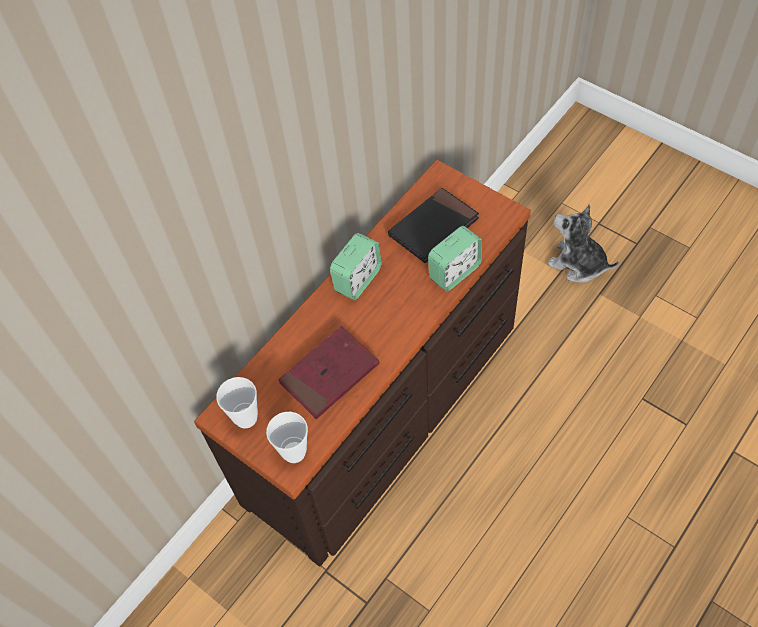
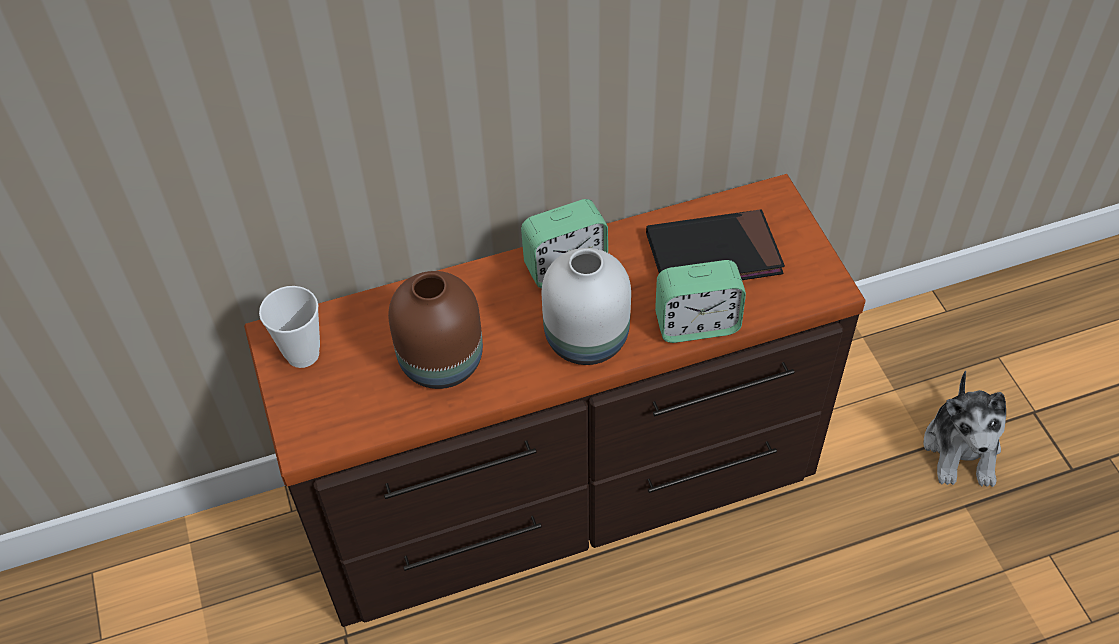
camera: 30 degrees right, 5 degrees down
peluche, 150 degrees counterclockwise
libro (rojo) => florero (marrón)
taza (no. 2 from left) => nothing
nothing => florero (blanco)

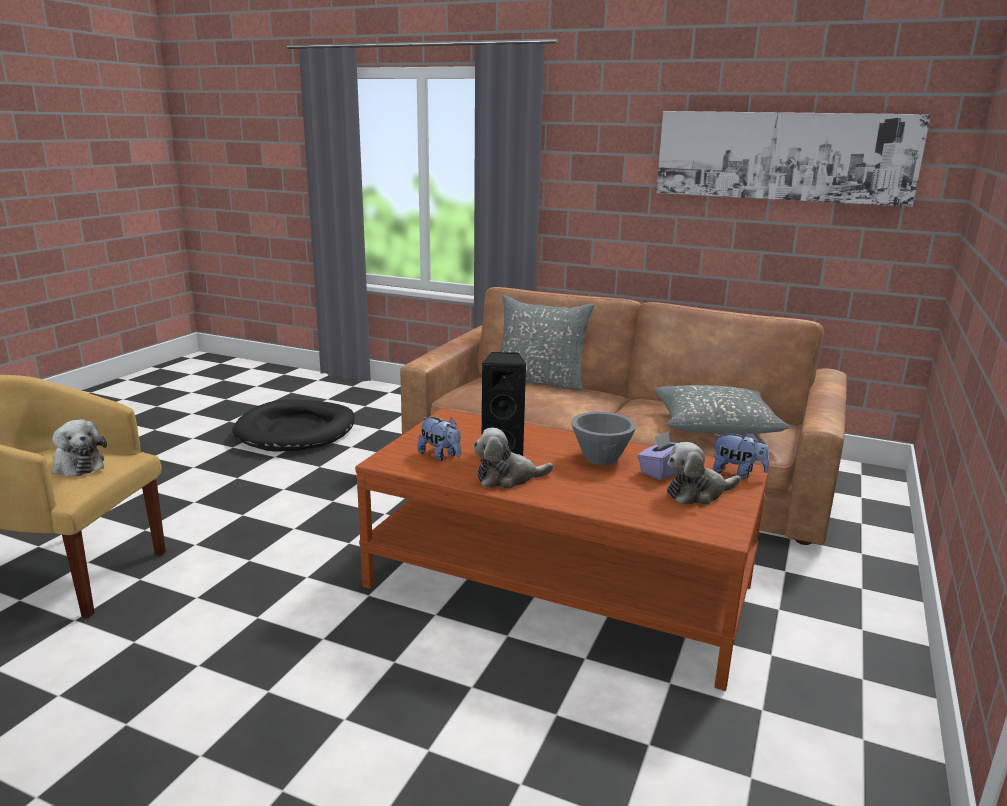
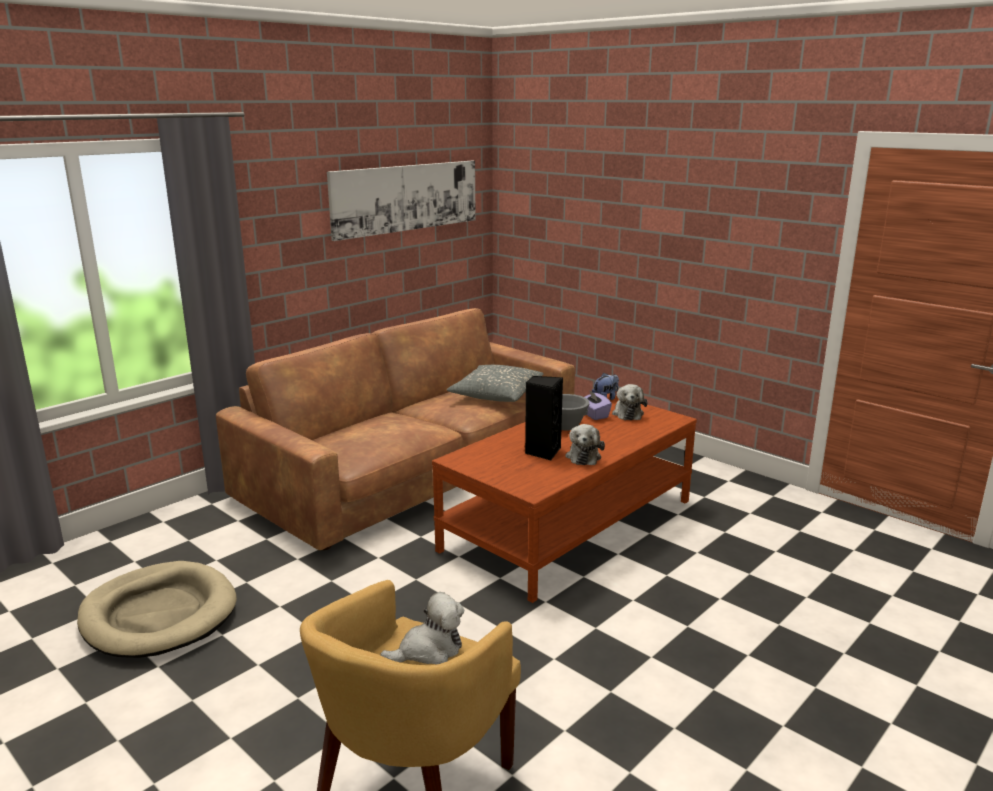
camera: 70 degrees left, 0 degrees up
cojín (gris) (no. 1 from left) => nothing
cama para perro (negro) => cama para perro (beis)
peluche (no. 2 from left) => nothing

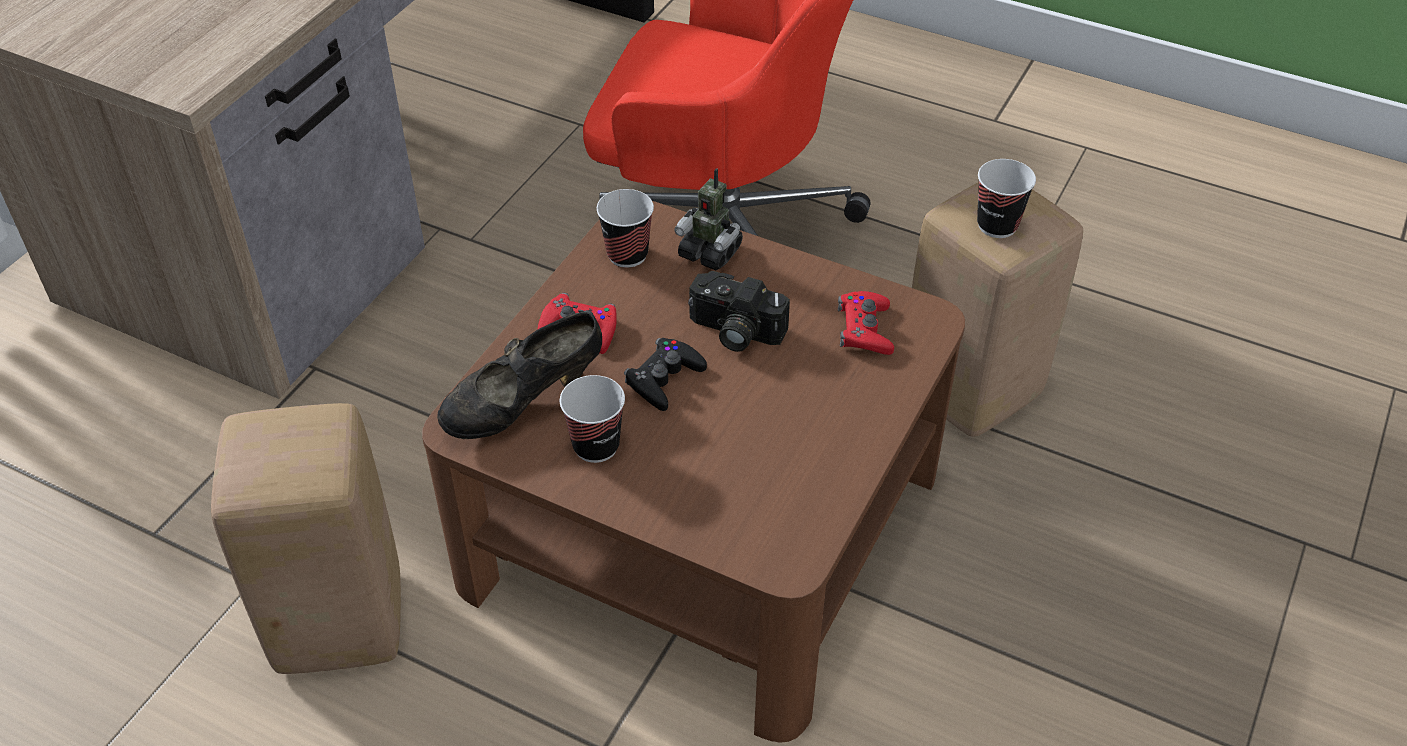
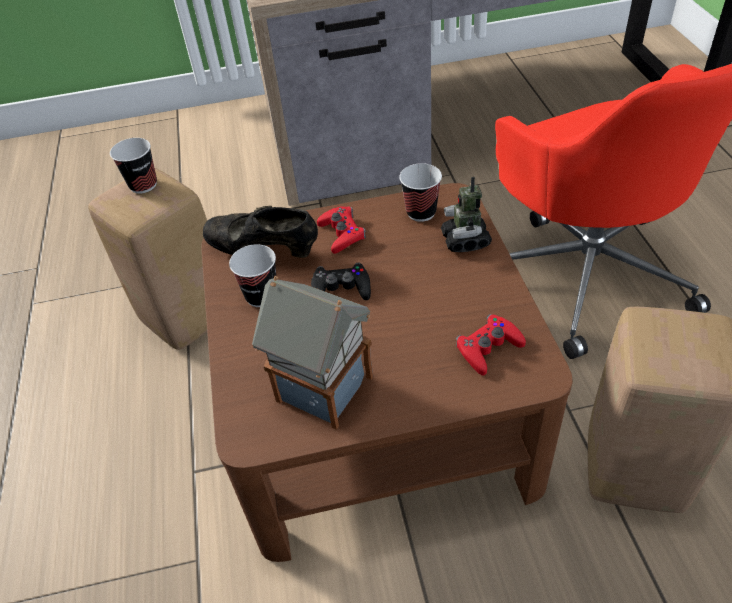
camera: 55 degrees right, 0 degrees up
taza (no. 3 from left in the first image) => taza (no. 1 from left), relocated
cámara => nothing
nothing => casita

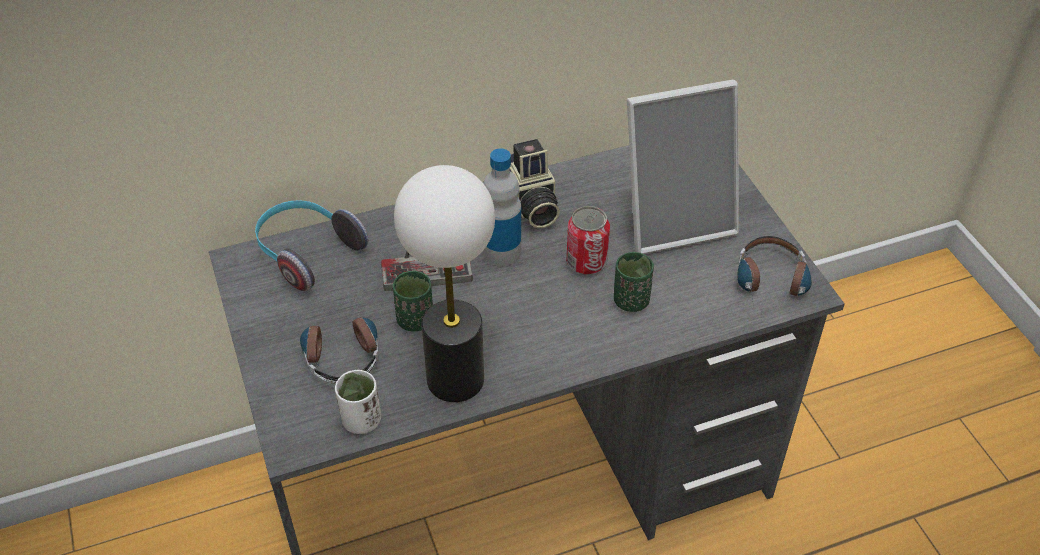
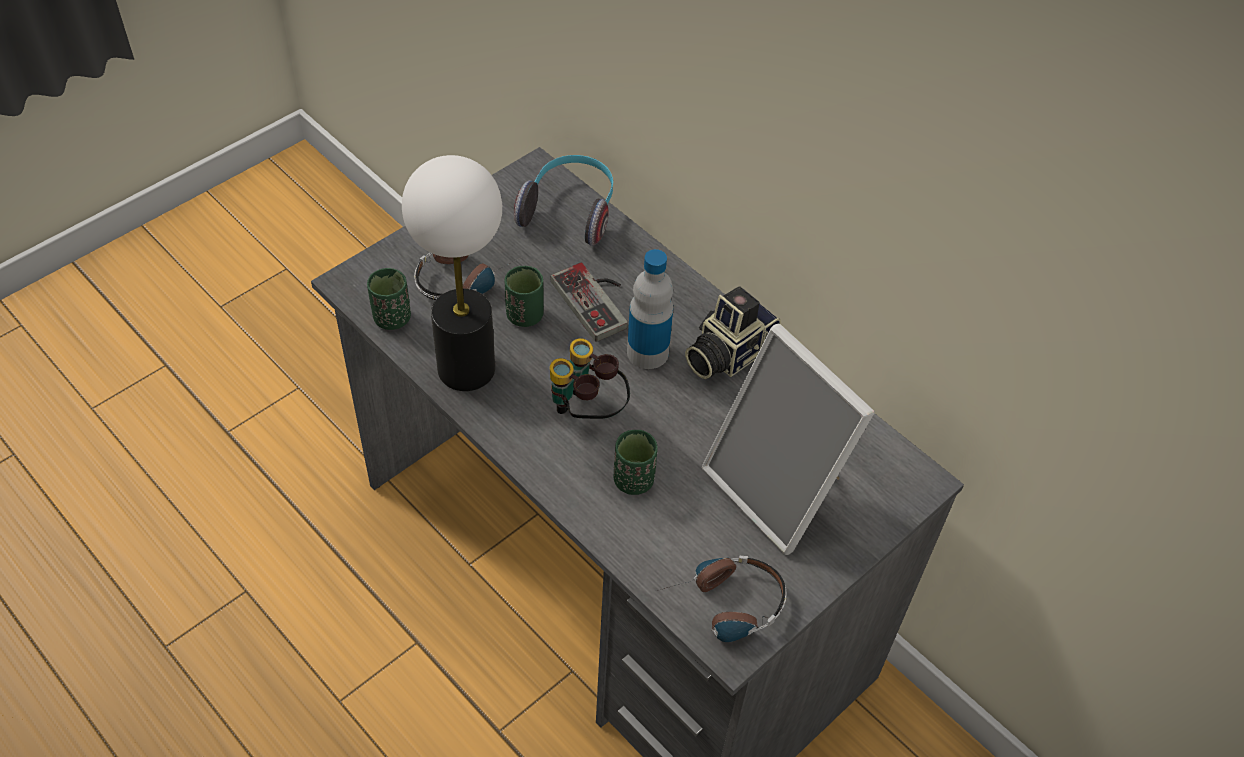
camera: 65 degrees right, 5 degrees up
lata => nothing
taza (blanco) => taza (verde) (no. 1 from left)
nothing => prismáticos

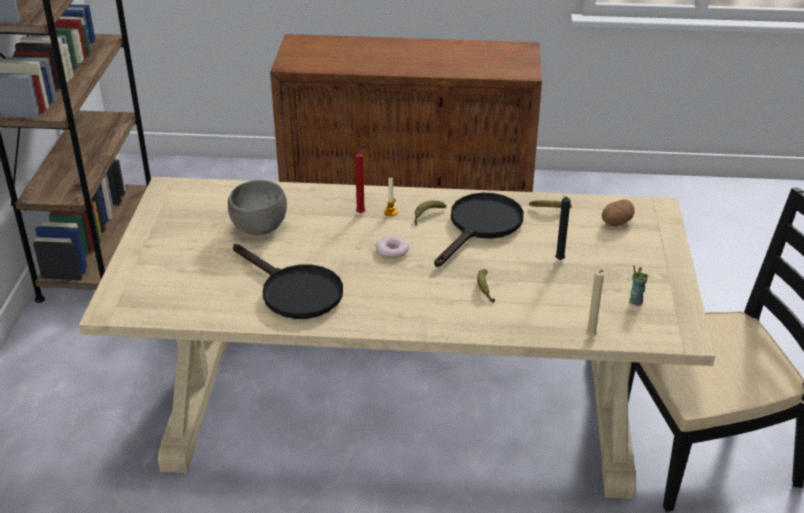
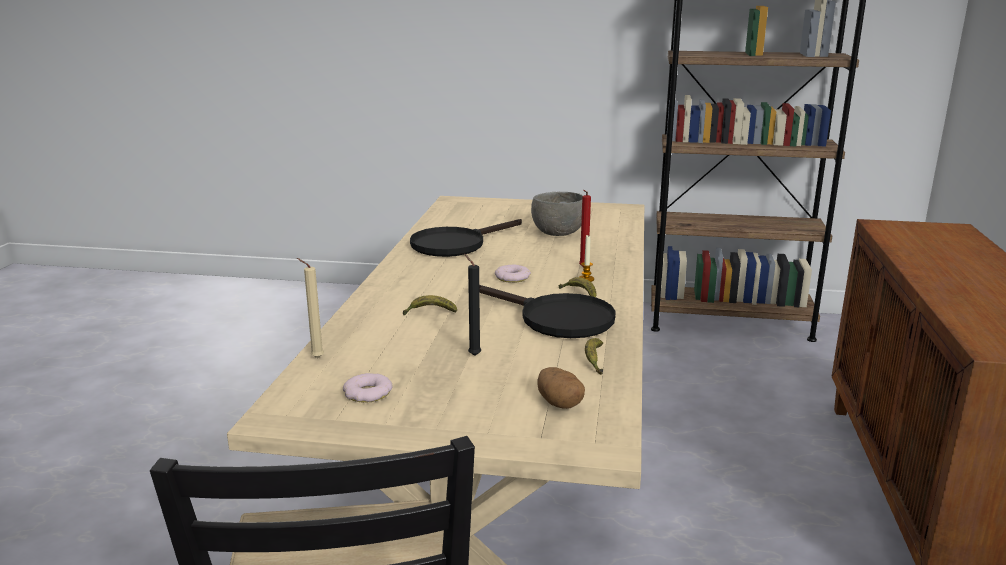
camera: 95 degrees right, 15 degrees down
taza => rosquilla (no. 1 from left)

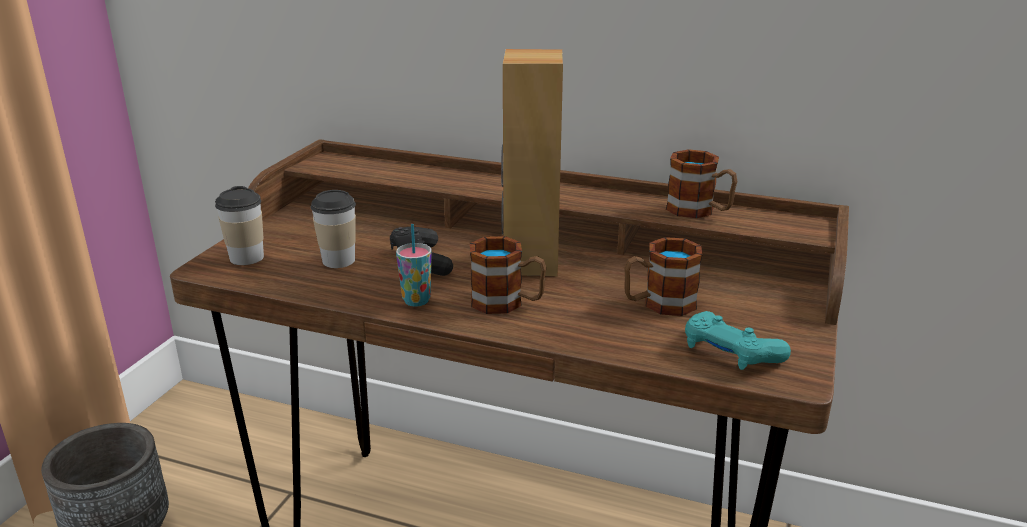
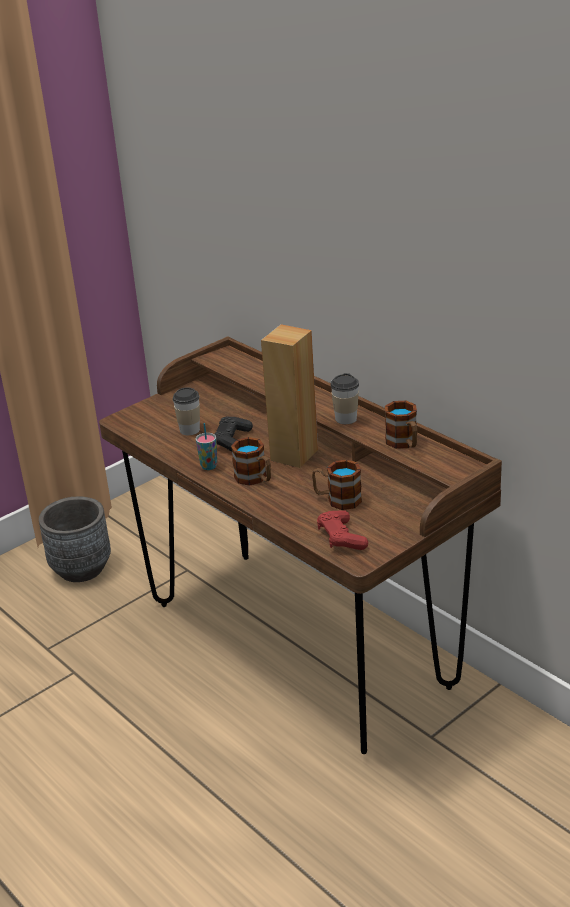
camera: 30 degrees right, 5 degrees up
taza (no. 1 from left in the first image) => taza (no. 3 from left), relocated
mando de consola (turquesa) => mando de consola (rojo)

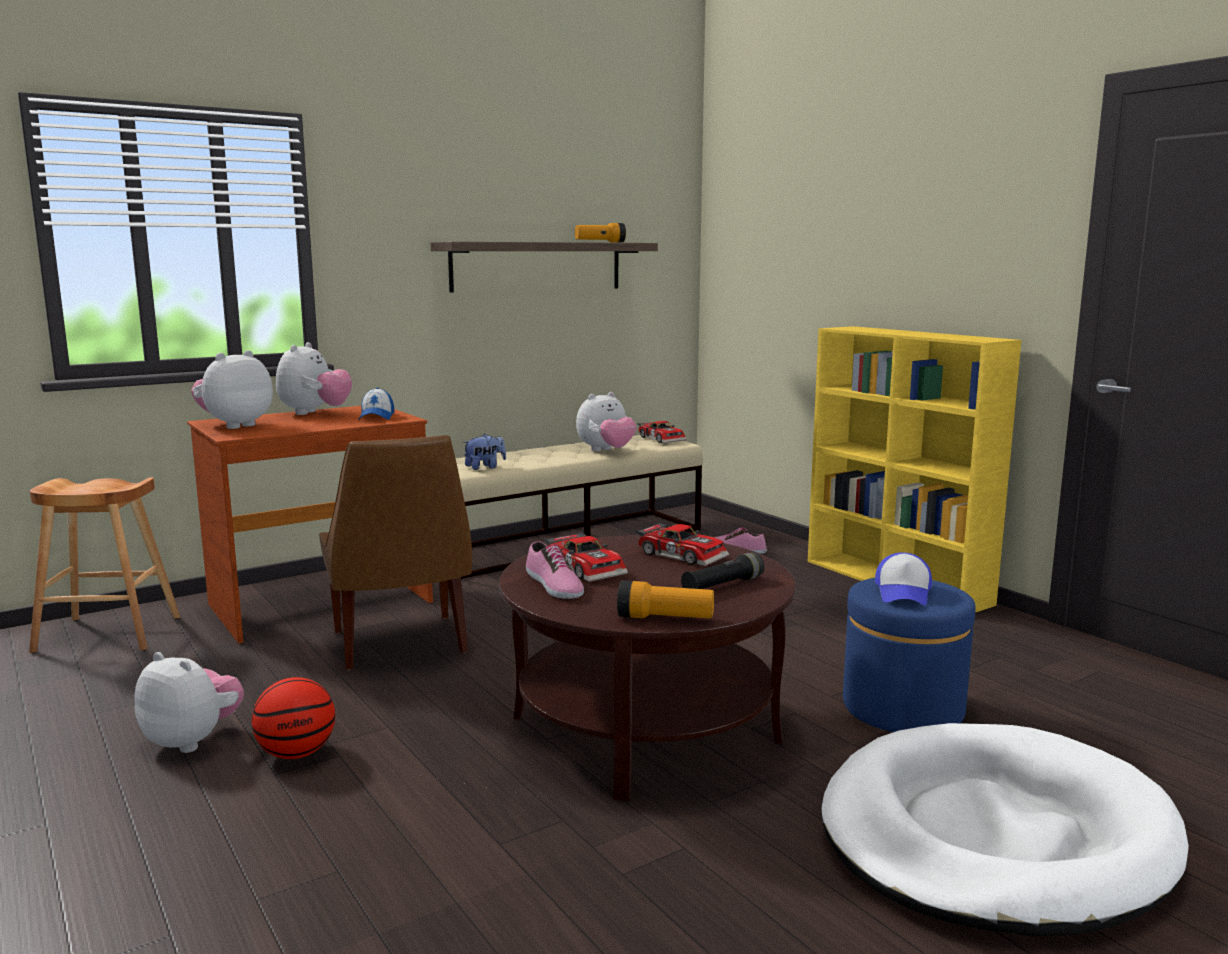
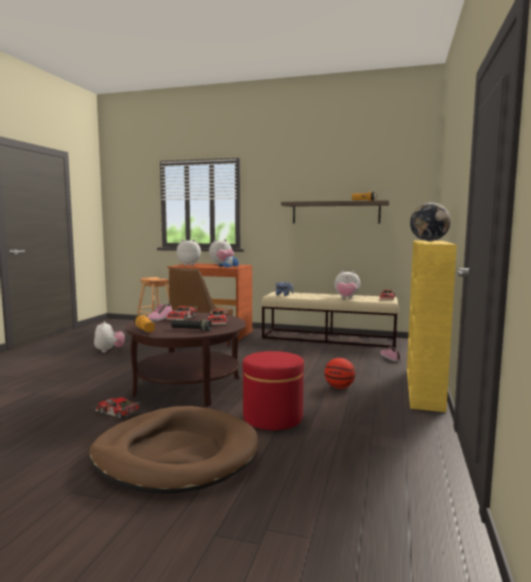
camera: 50 degrees right, 5 degrees down
gorra (no. 2 from left) => nothing
puf (azul) => puf (rojo)
balón de baloncesto, relocated
cama para perro (blanco) => cama para perro (marrón)
nothing => globo terráqueo
nothing => coche de juguete (no. 1 from left)

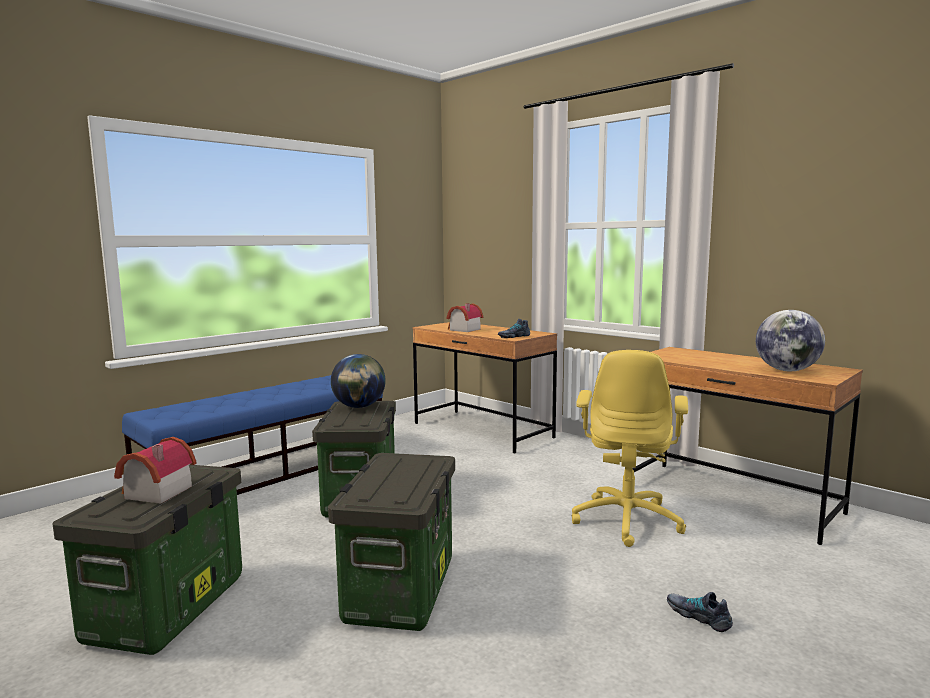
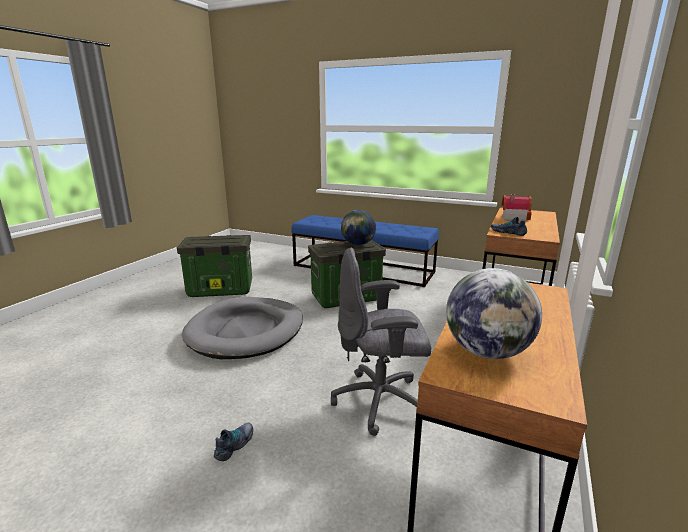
camera: 70 degrees right, 10 degrees up
silla de oficina (amarillo) => silla de oficina (gris)
casita (no. 1 from left) => nothing
caja de almacenaje (no. 3 from left) => cama para perro (gris)

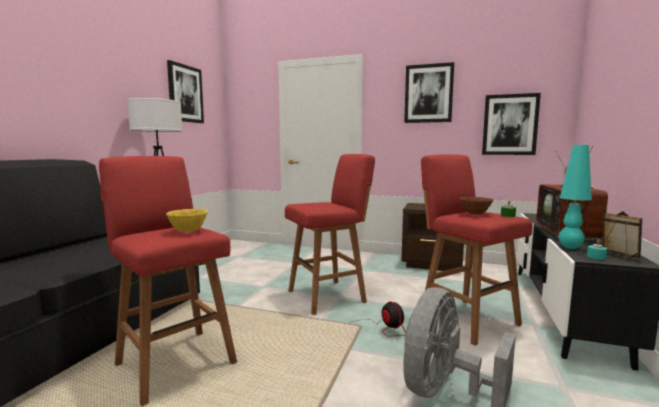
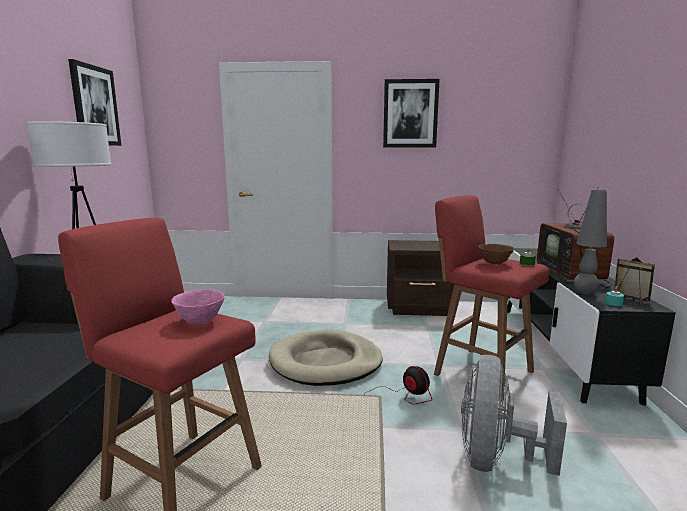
camera: 15 degrees left, 5 degrees up
cuadro (no. 3 from left) => nothing
lámpara de mesa (turquesa) => lámpara de mesa (gris)
taburete (rojo) (no. 2 from left) => cama para perro (beis)
cuenco (amarillo) => cuenco (rosa)

